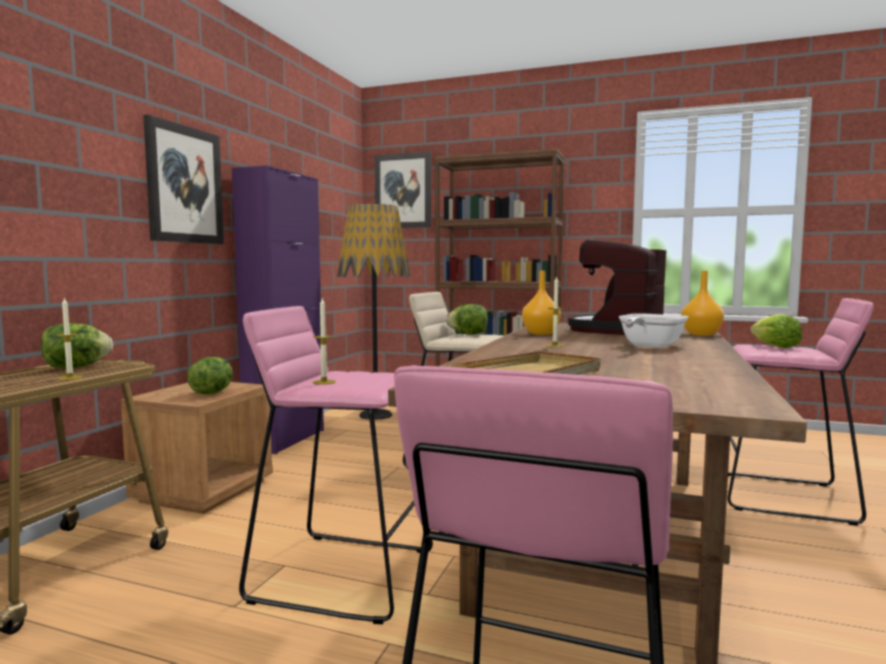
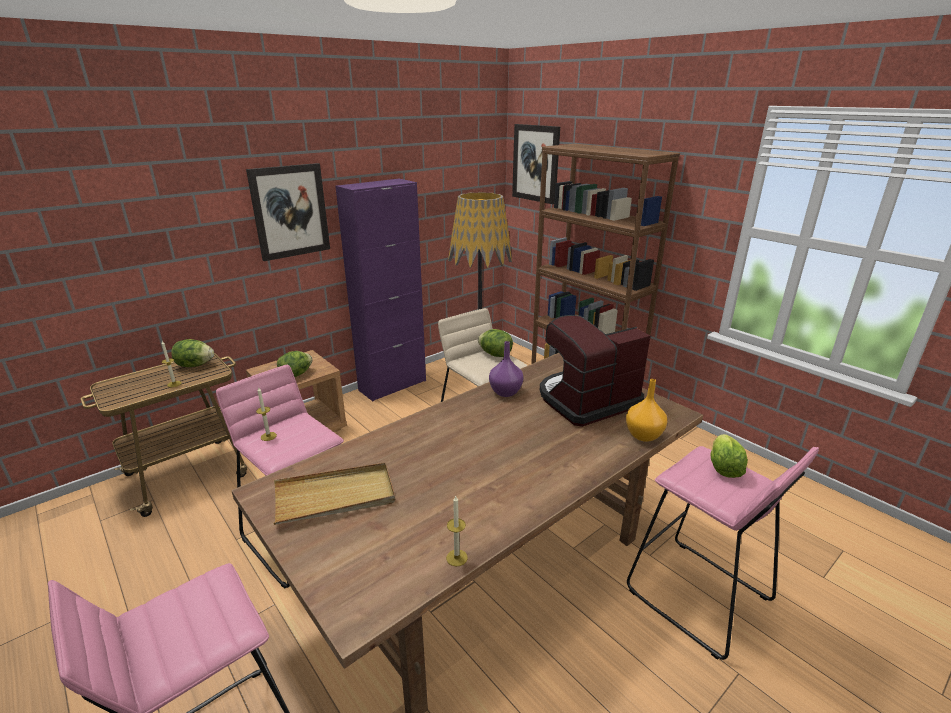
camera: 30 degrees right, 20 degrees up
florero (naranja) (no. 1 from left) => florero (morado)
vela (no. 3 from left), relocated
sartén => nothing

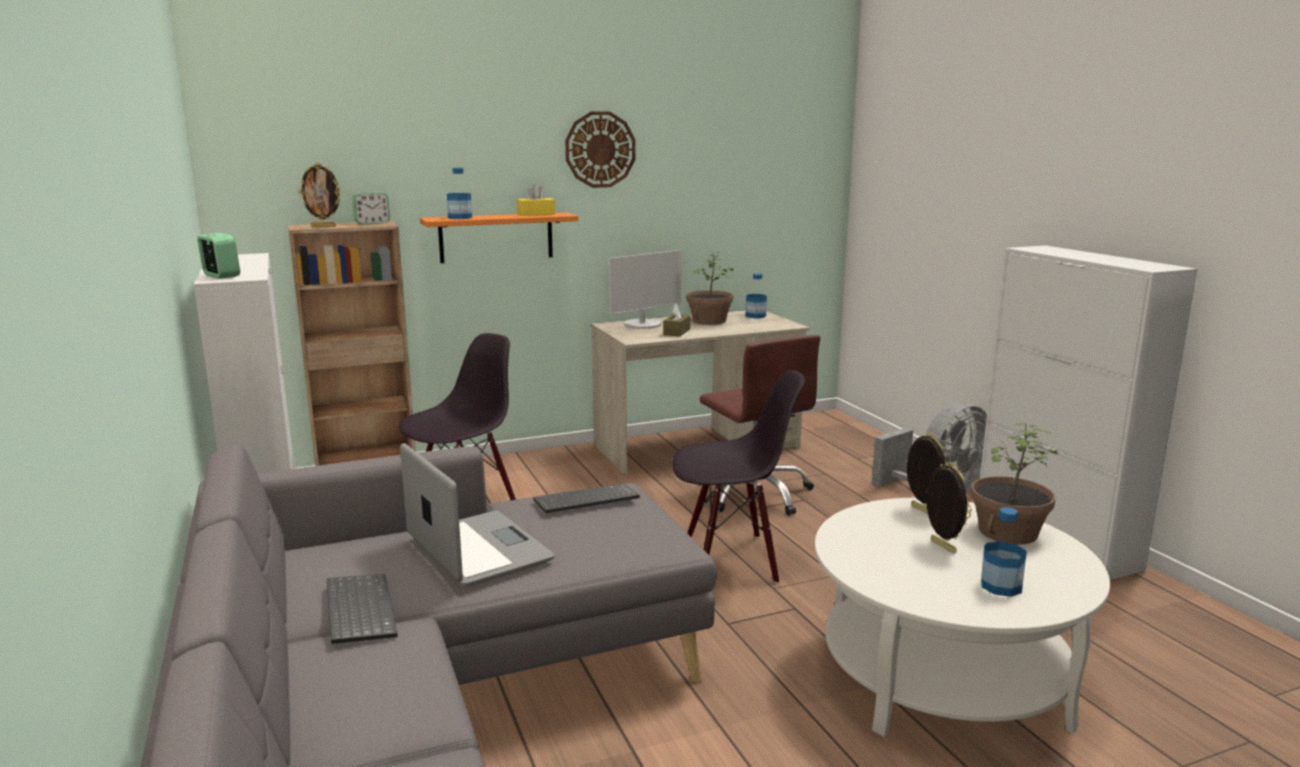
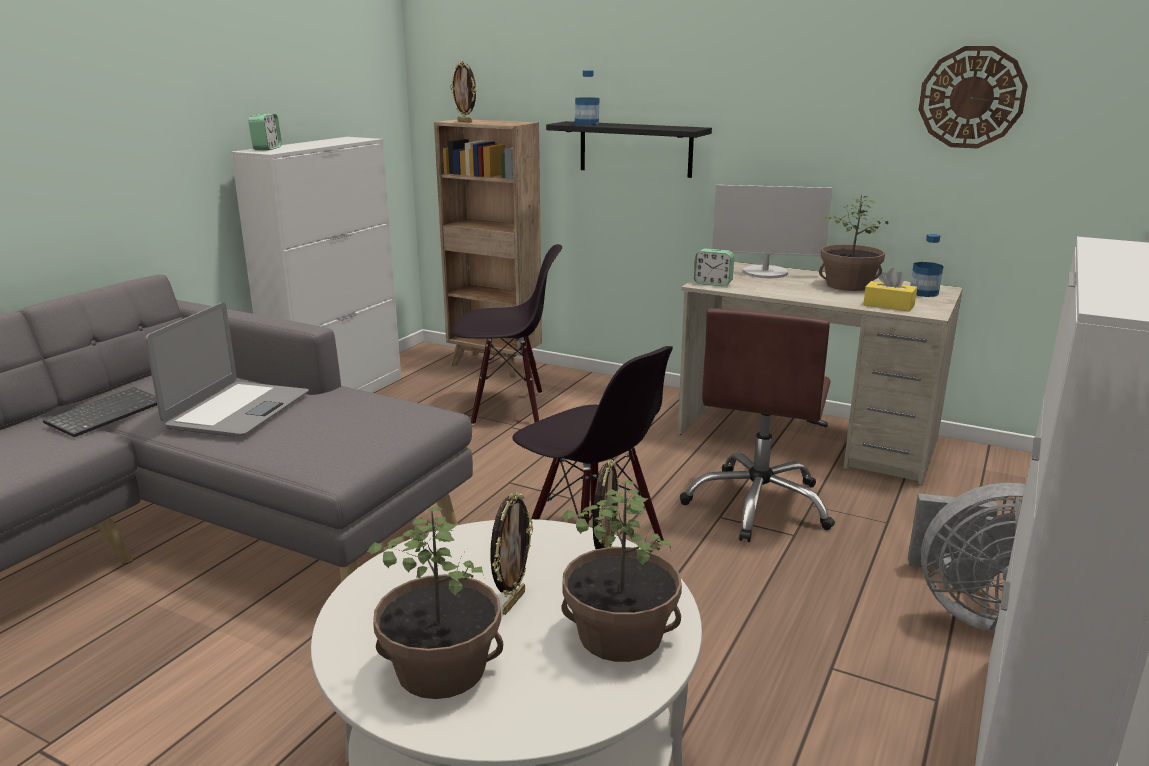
camera: 50 degrees right, 5 degrees up
reloj de pared, relocated
caja de pañuelos (amarillo), relocated
despertador (no. 2 from left), relocated
estante (naranja) => estante (negro)
caja de pañuelos (marrón) => nothing
teclado (no. 2 from left) => nothing
botella (no. 3 from left) => planta en maceta (no. 1 from left)

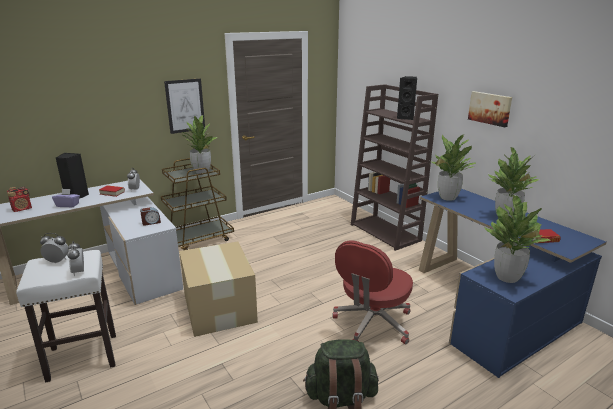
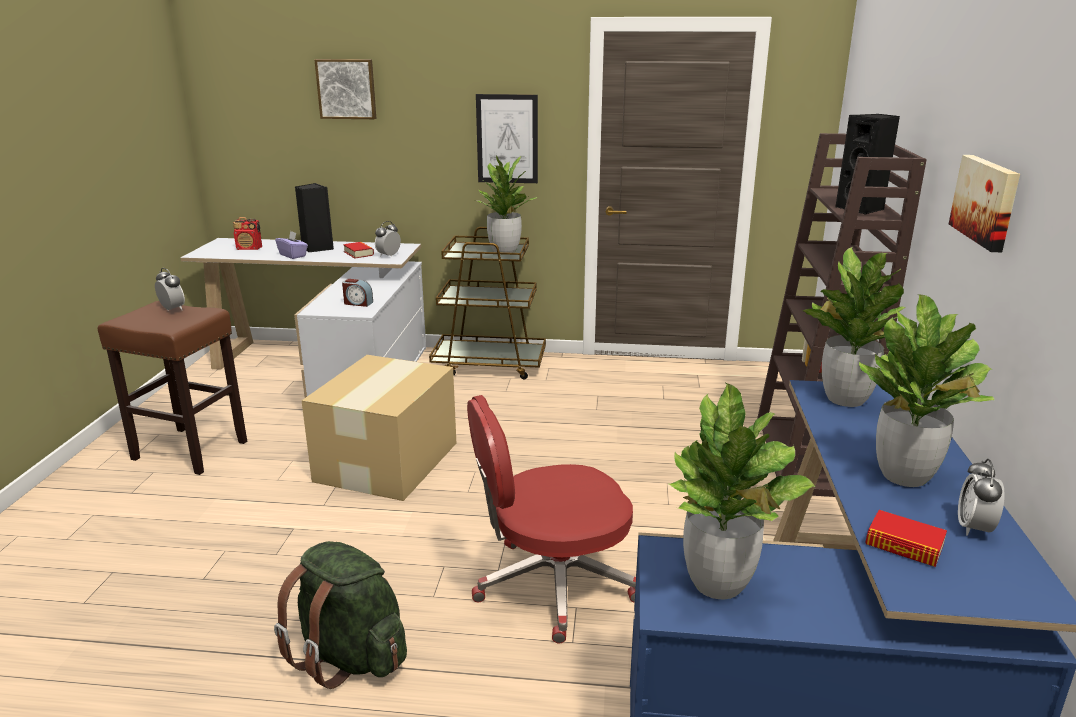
camera: 40 degrees right, 0 degrees up
despertador (no. 2 from left in the first image) => despertador (no. 4 from left), relocated
taburete (blanco) => taburete (marrón)
nothing => cuadro (no. 1 from left)

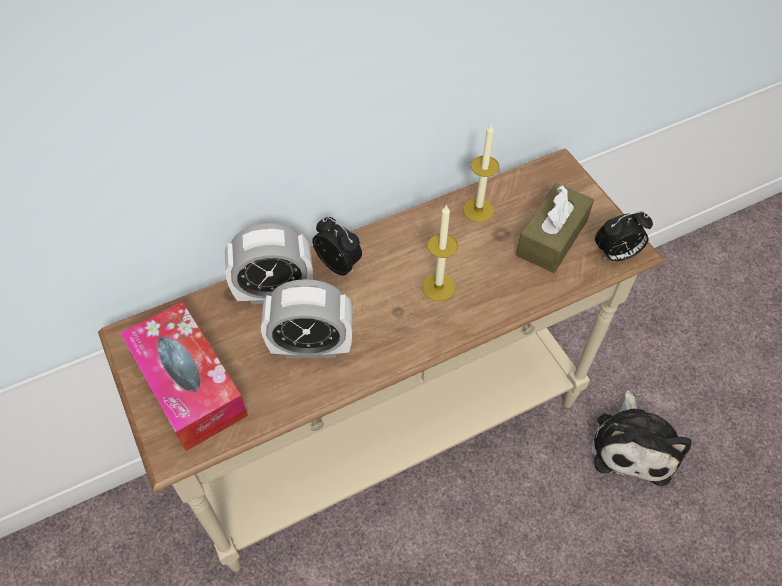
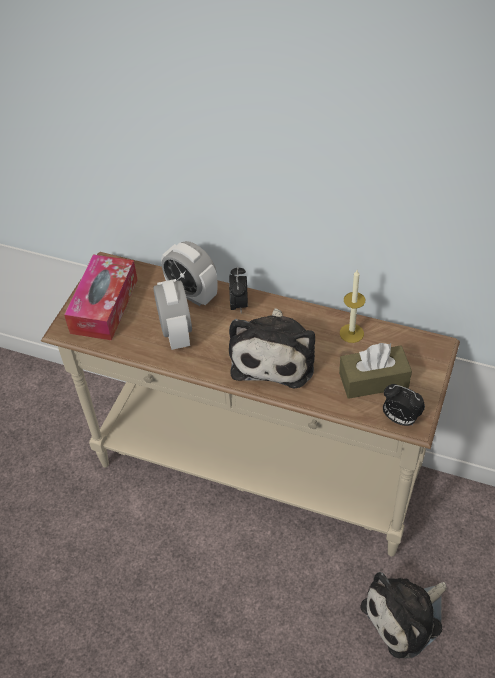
camera: 50 degrees right, 5 degrees down
vela (no. 1 from left) => peluche (no. 1 from left)
despertador (no. 2 from left in the first image) => despertador (no. 1 from left), 150 degrees counterclockwise

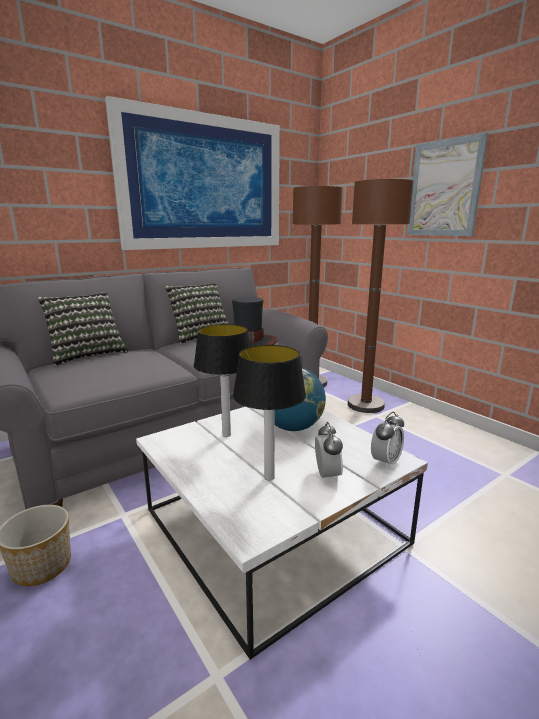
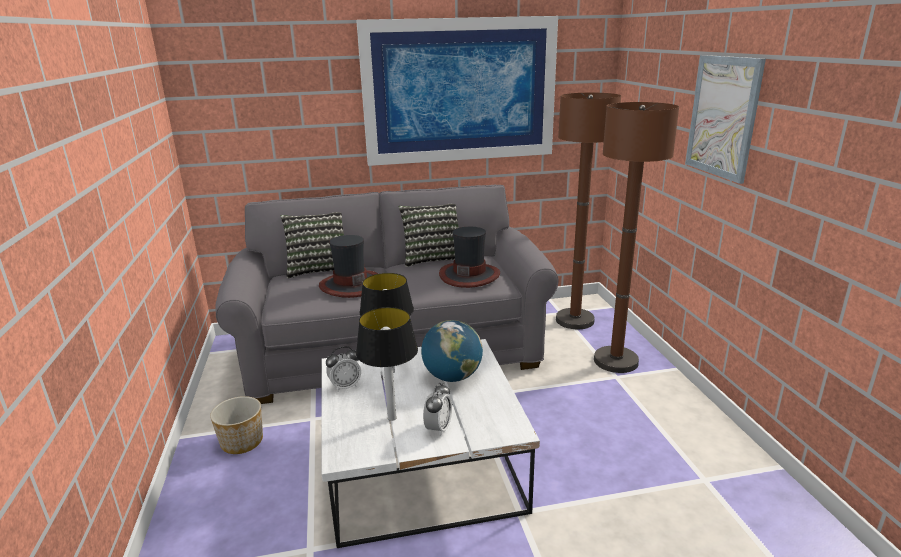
camera: 25 degrees right, 5 degrees up
despertador (no. 2 from left in the first image) => despertador (no. 1 from left), relocated
nothing => sombrero (no. 1 from left)

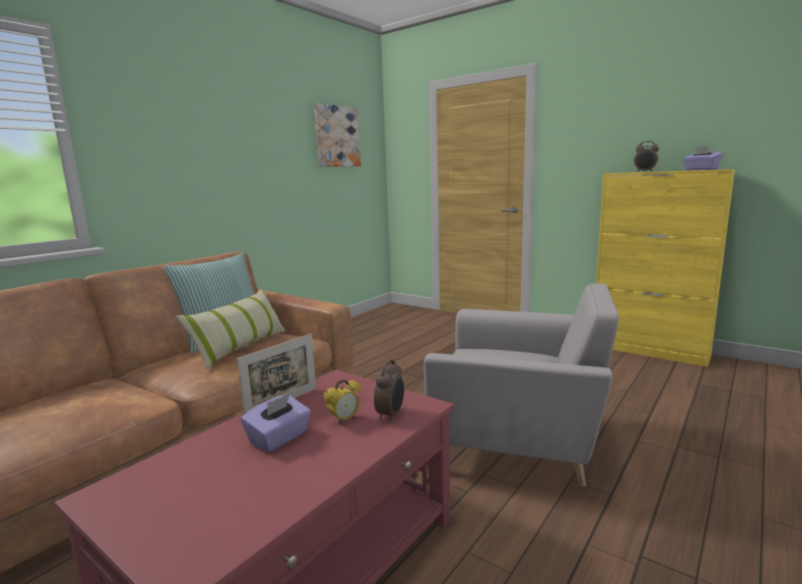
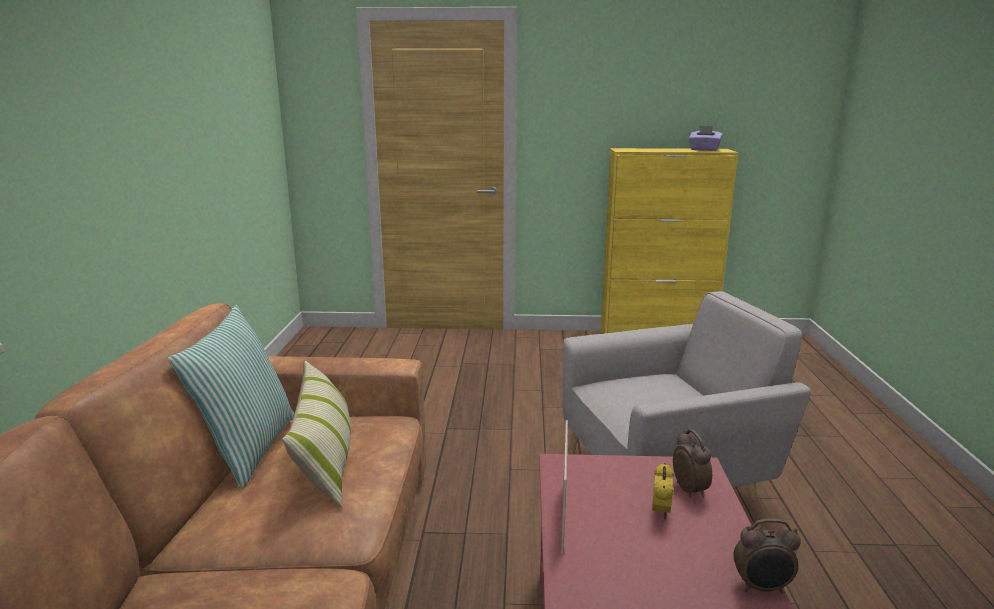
camera: 35 degrees left, 5 degrees up
cuadro => nothing
despertador (no. 3 from left), relocated
caja de pañuelos (morado) (no. 1 from left) => nothing

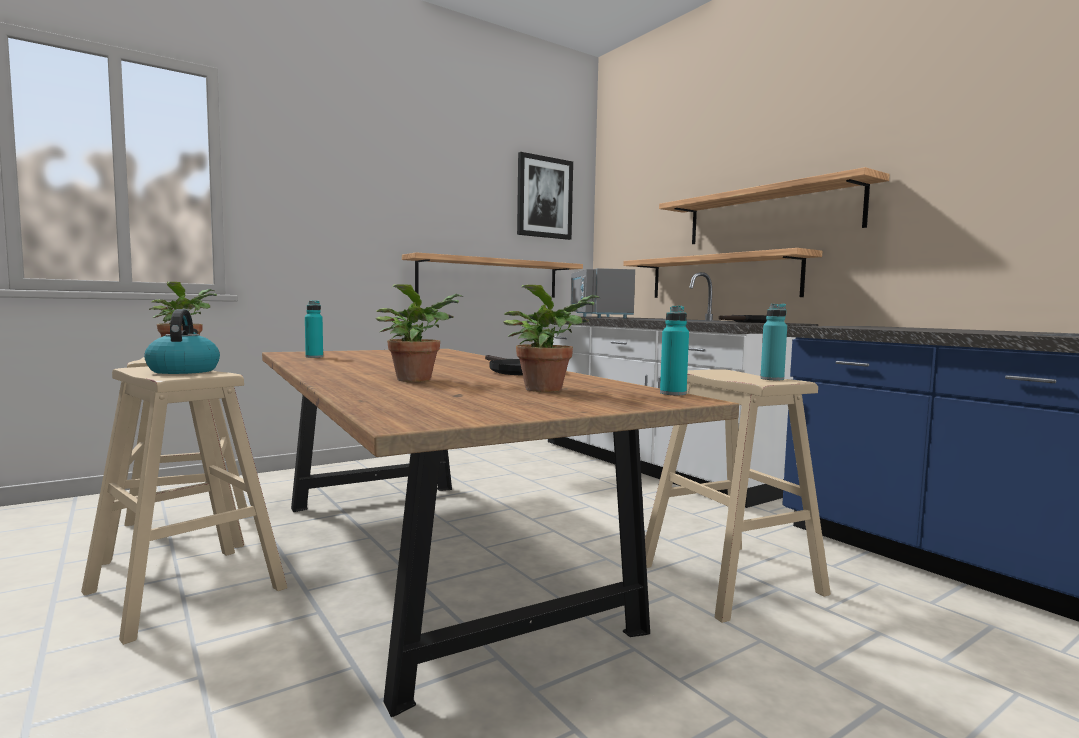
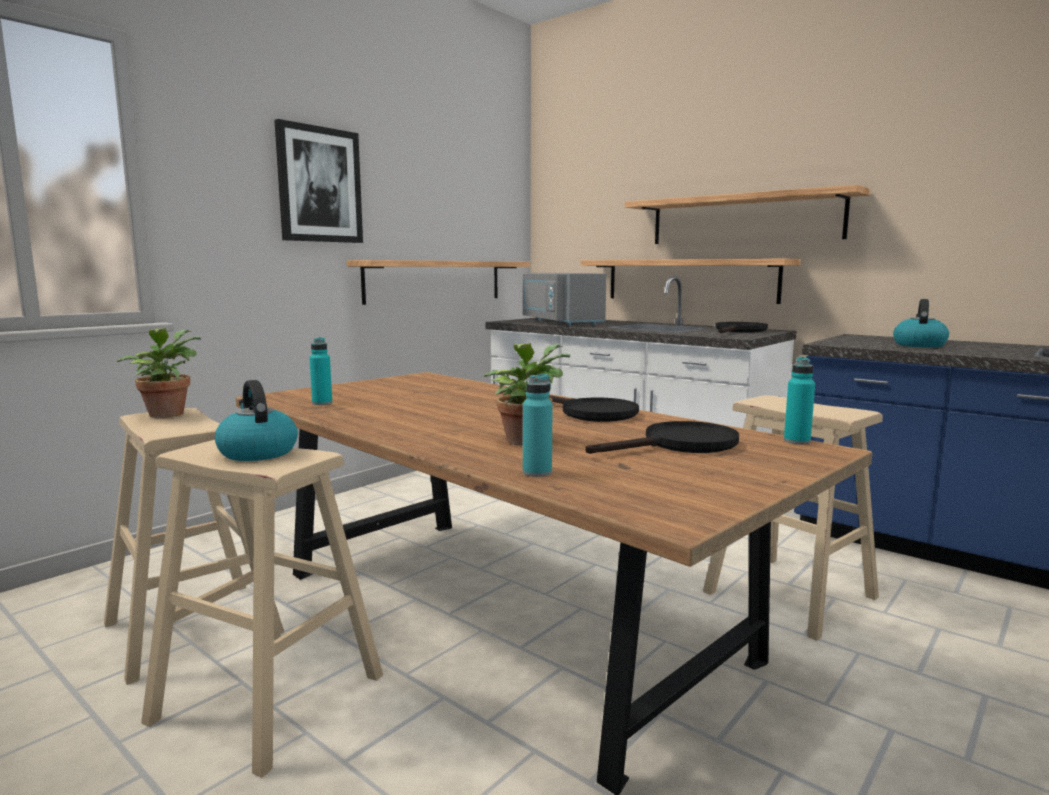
camera: 15 degrees left, 5 degrees up
cuadro, relocated
planta en maceta (no. 3 from left) => sartén (negro) (no. 2 from left)
botella (turquesa) (no. 3 from left in the first image) => botella (turquesa) (no. 2 from left), relocated
nothing => hervidor (no. 2 from left)

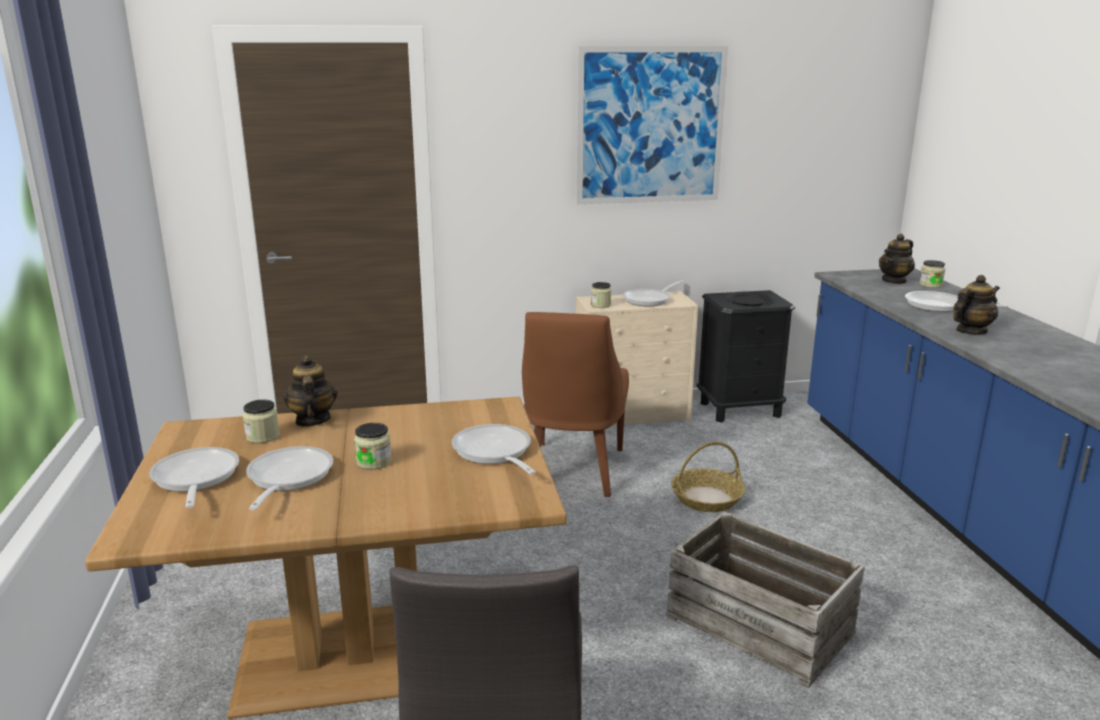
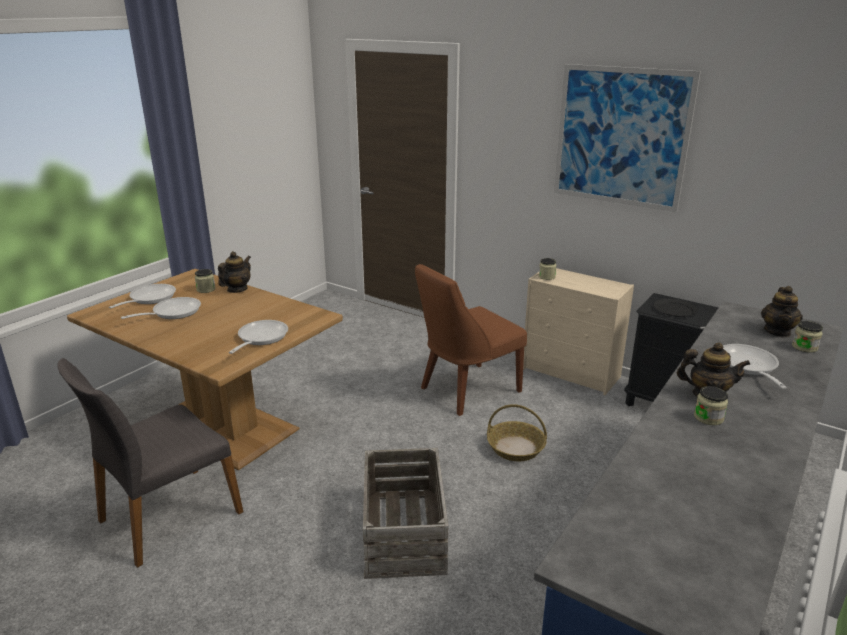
camera: 45 degrees right, 5 degrees up
tetera (no. 2 from left in the first image) => tetera (no. 3 from left), 75 degrees counterclockwise
sartén (no. 4 from left) => nothing
tarro (no. 2 from left in the first image) => tarro (no. 3 from left), relocated

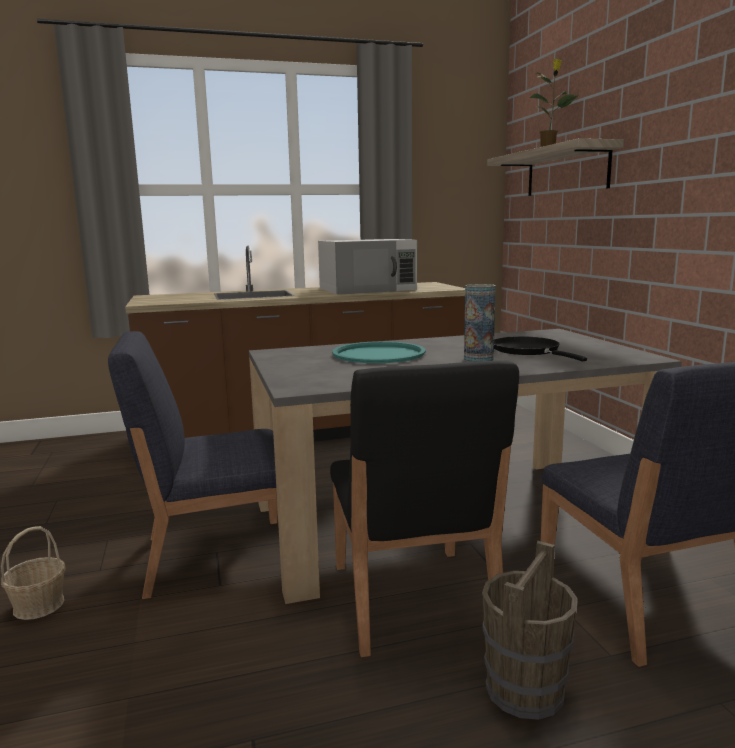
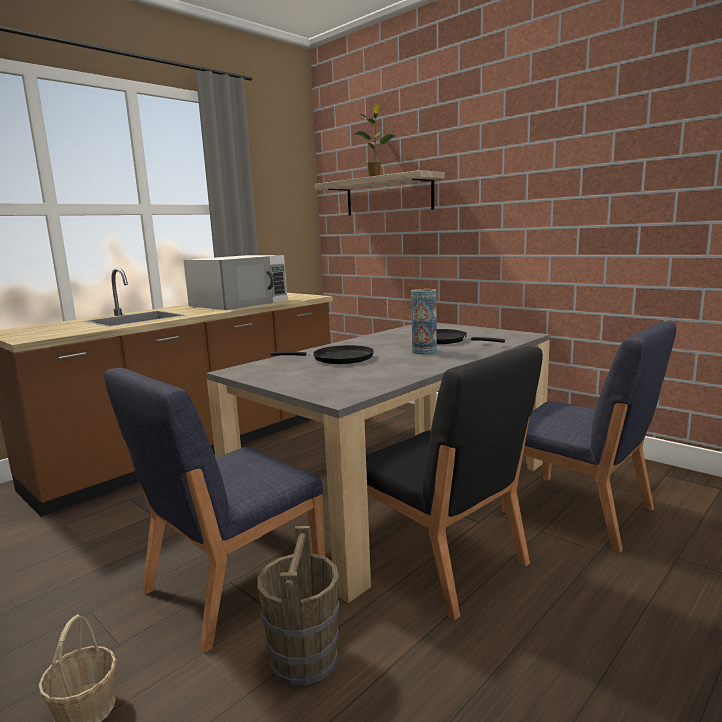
camera: 30 degrees left, 0 degrees up
bandeja (turquesa) => sartén (negro) (no. 1 from left)
cubo (marrón), relocated

